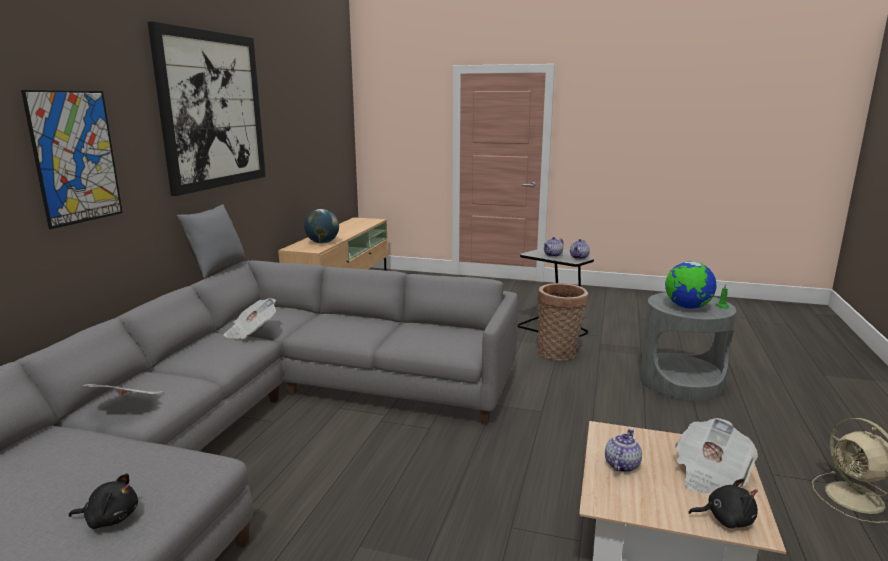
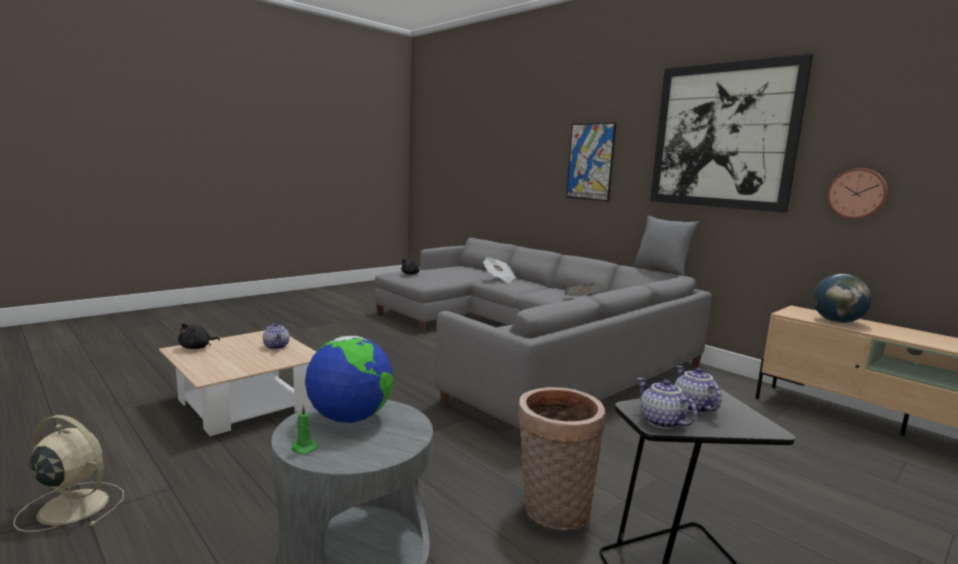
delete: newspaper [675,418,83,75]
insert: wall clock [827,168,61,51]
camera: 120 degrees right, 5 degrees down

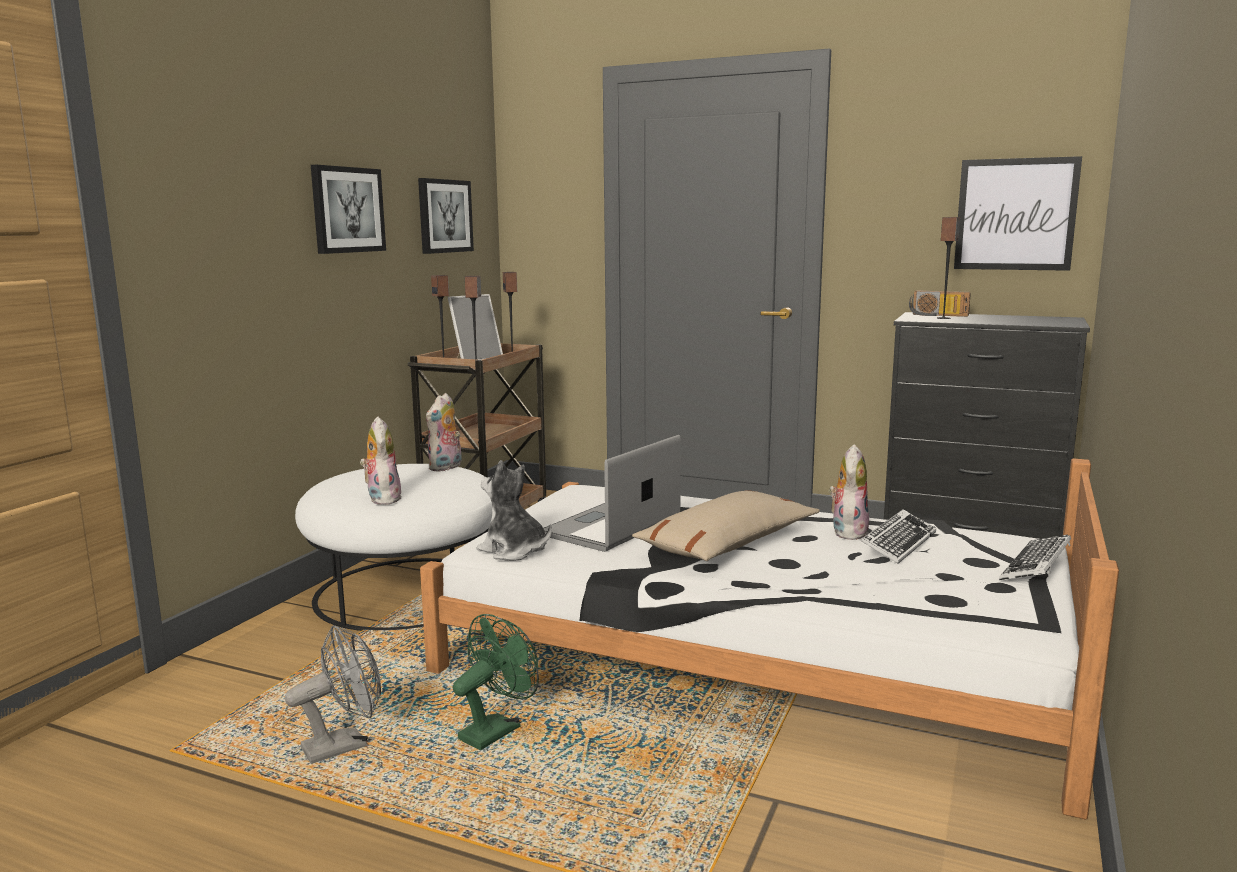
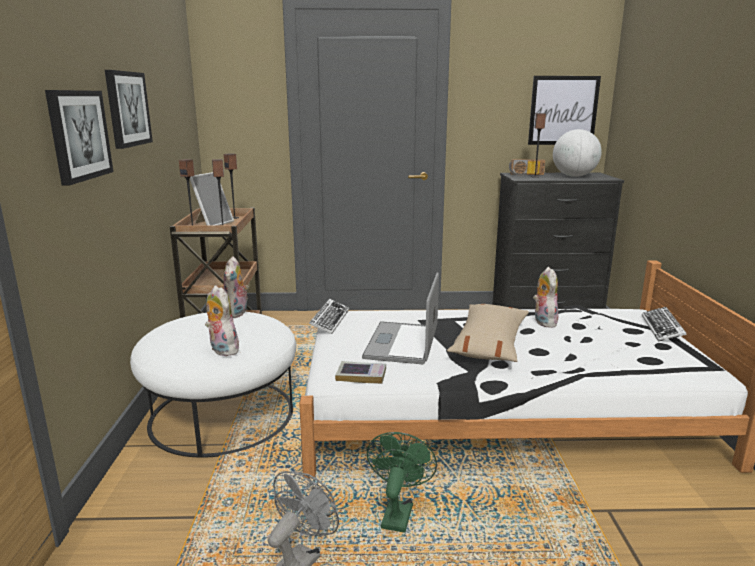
insert: globe [553,129,49,48]
move: picture [418,178,56,76] to [45,90,68,95]; keyboard [861,509,75,55] to [309,299,40,35]
replace: plush toy [477,460,75,101] to book [335,361,51,23]
camera: 25 degrees left, 5 degrees up

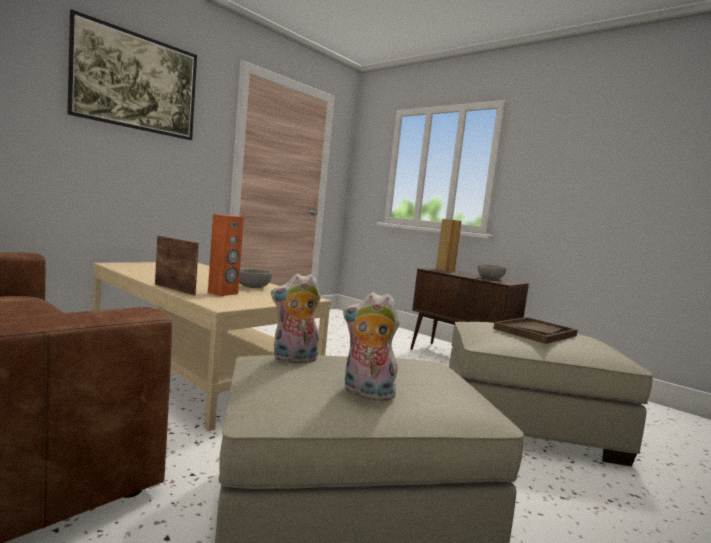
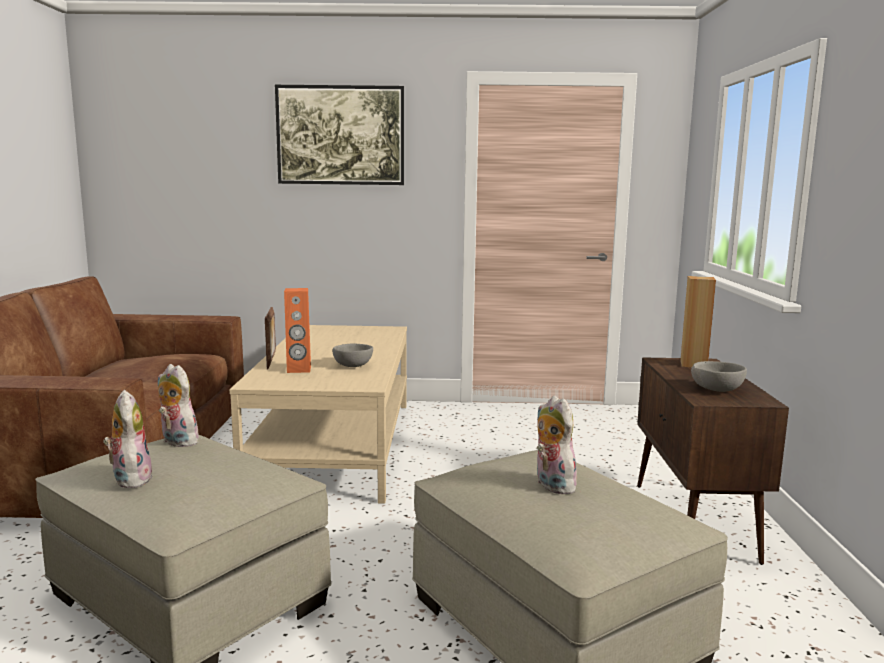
replace: tray (brown) [493,317,85,27] to plush toy [537,395,40,99]
camera: 50 degrees right, 5 degrees up

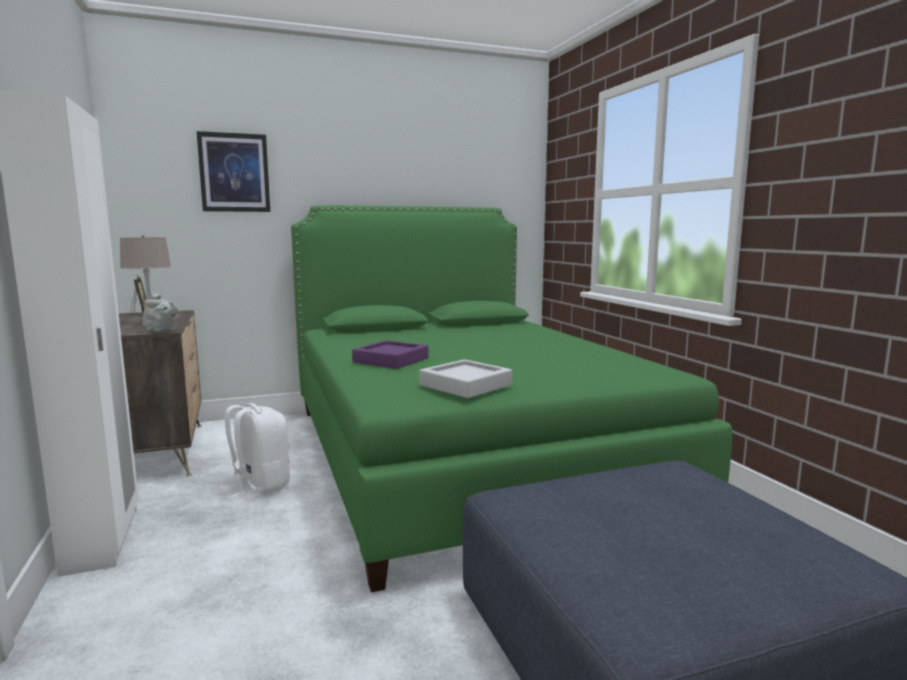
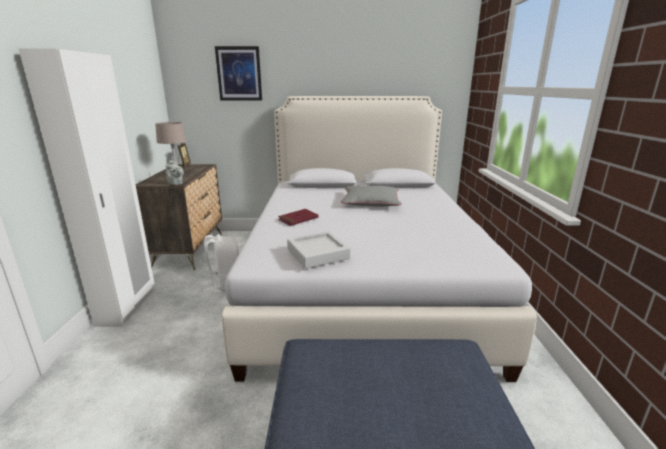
insert: pillow (grey) [341,185,61,21]
replace: tray (purple) [352,340,77,29] to book (red) [278,209,41,17]
recolor: bed (green) [291,206,441,386] to bed (white) [222,96,315,286]
camera: 20 degrees right, 10 degrees up

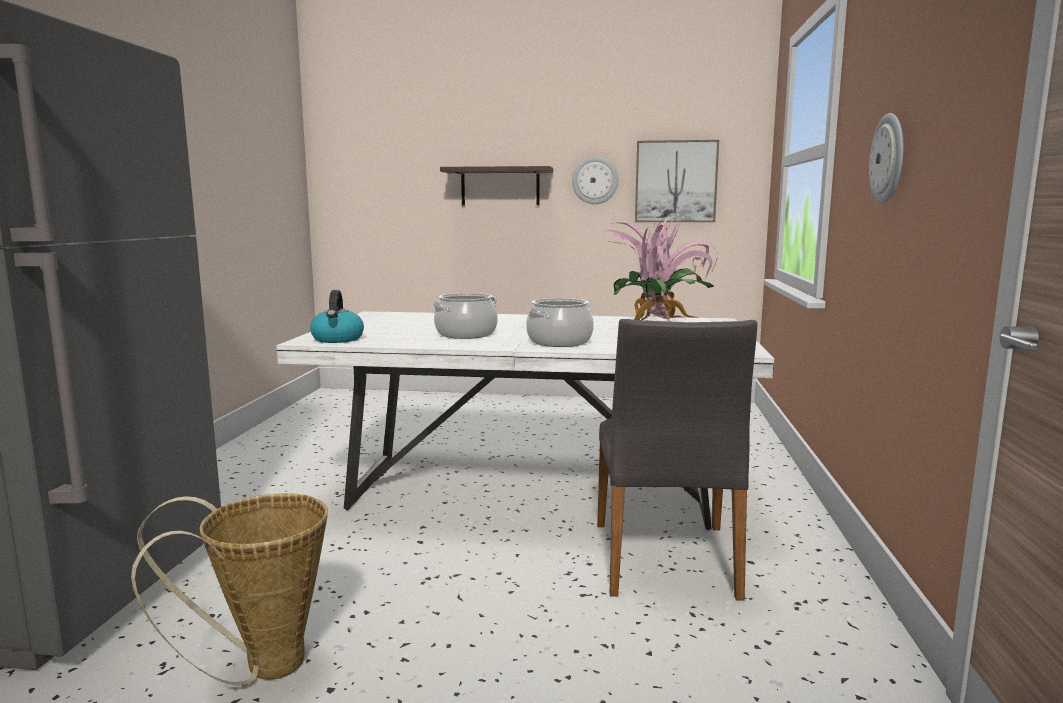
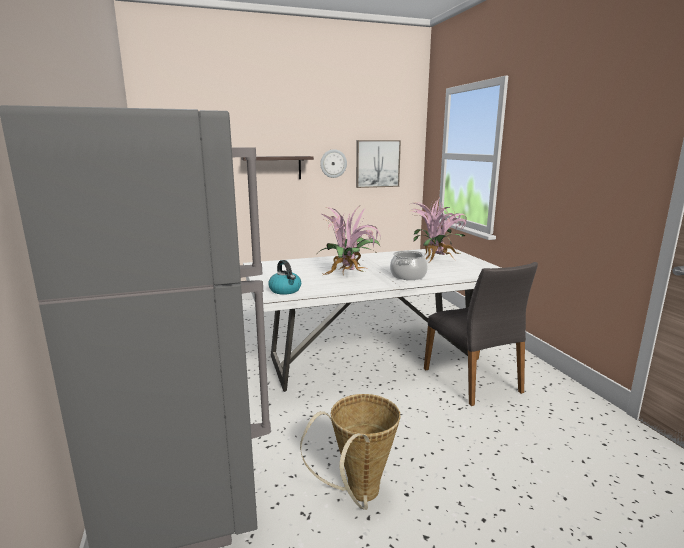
delete: wall clock [869,113,34,91]
replace: cooking pot [432,293,66,46] to potted plant [319,205,61,71]
camera: 25 degrees left, 5 degrees up

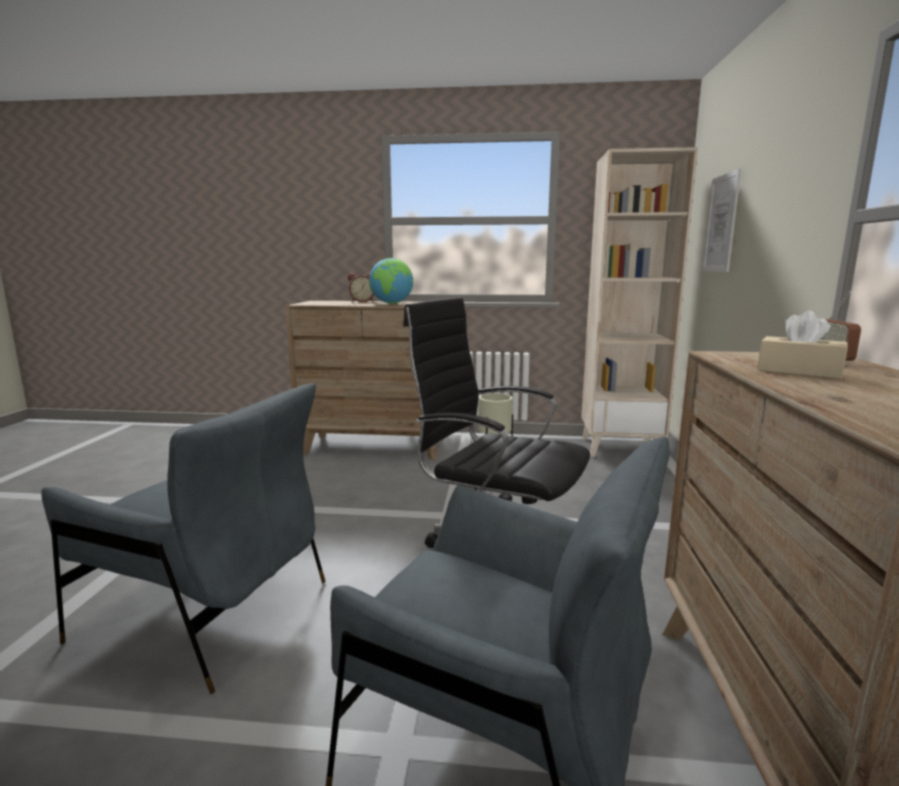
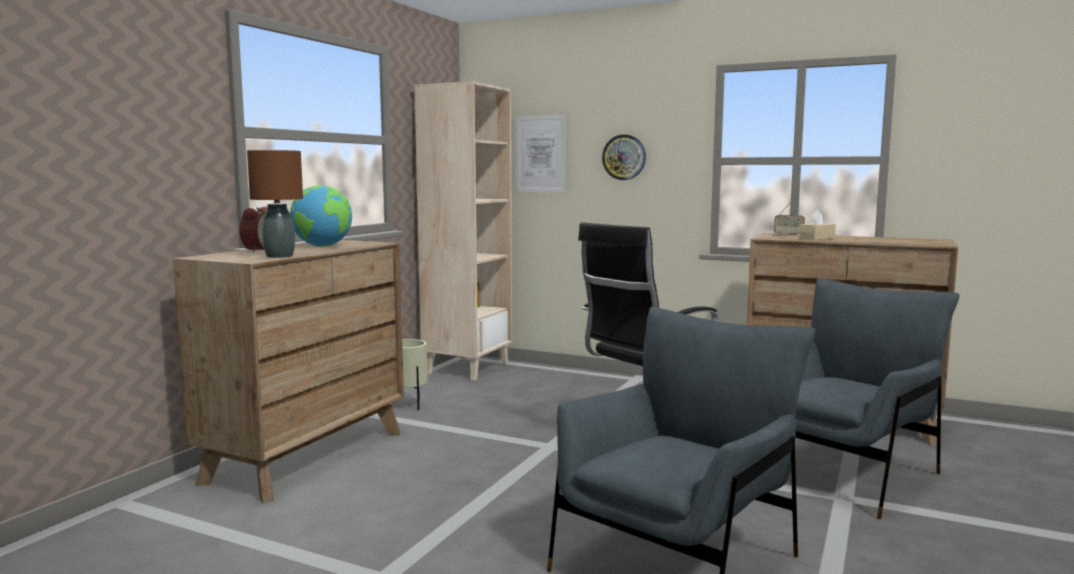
insert: table lamp (brown) [247,150,56,108]; wall clock [602,134,44,46]
camera: 70 degrees left, 5 degrees down

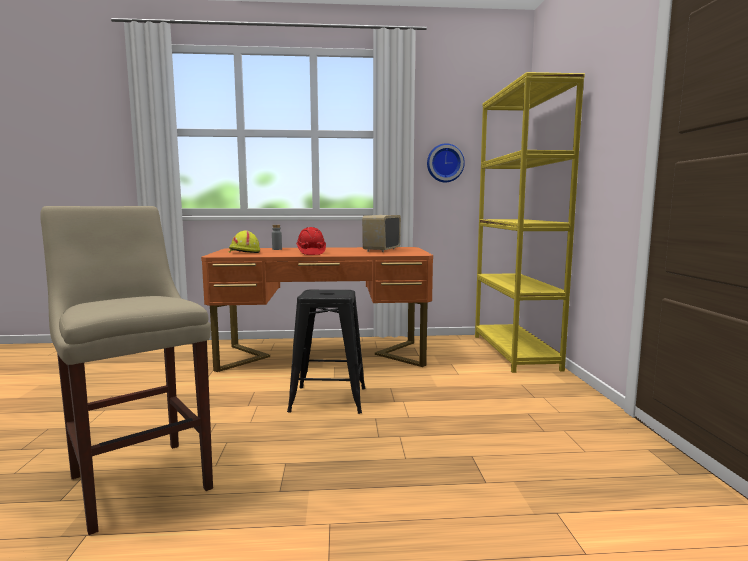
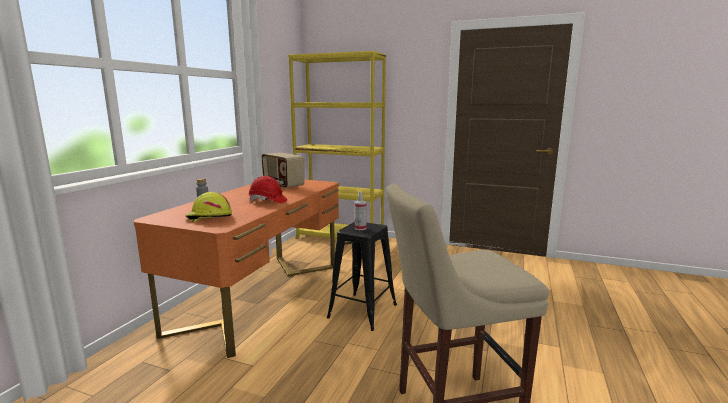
delete: wall clock [427,143,38,39]
insert: spray bottle [355,192,12,38]
camera: 65 degrees left, 5 degrees up

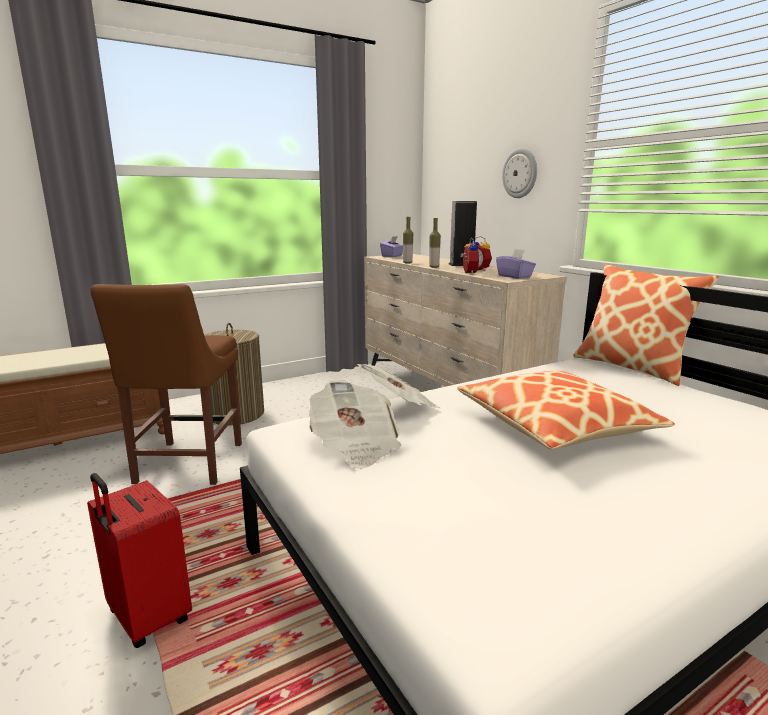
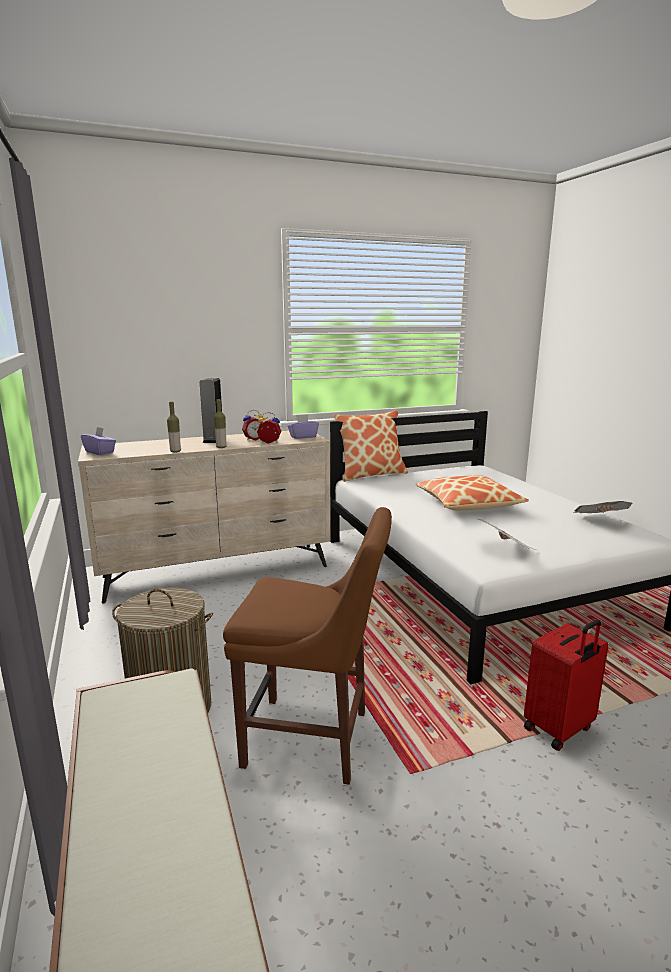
delete: wall clock [502,148,35,50]
move: newspaper [357,364,84,44] to [574,501,59,12]
camera: 80 degrees left, 0 degrees up

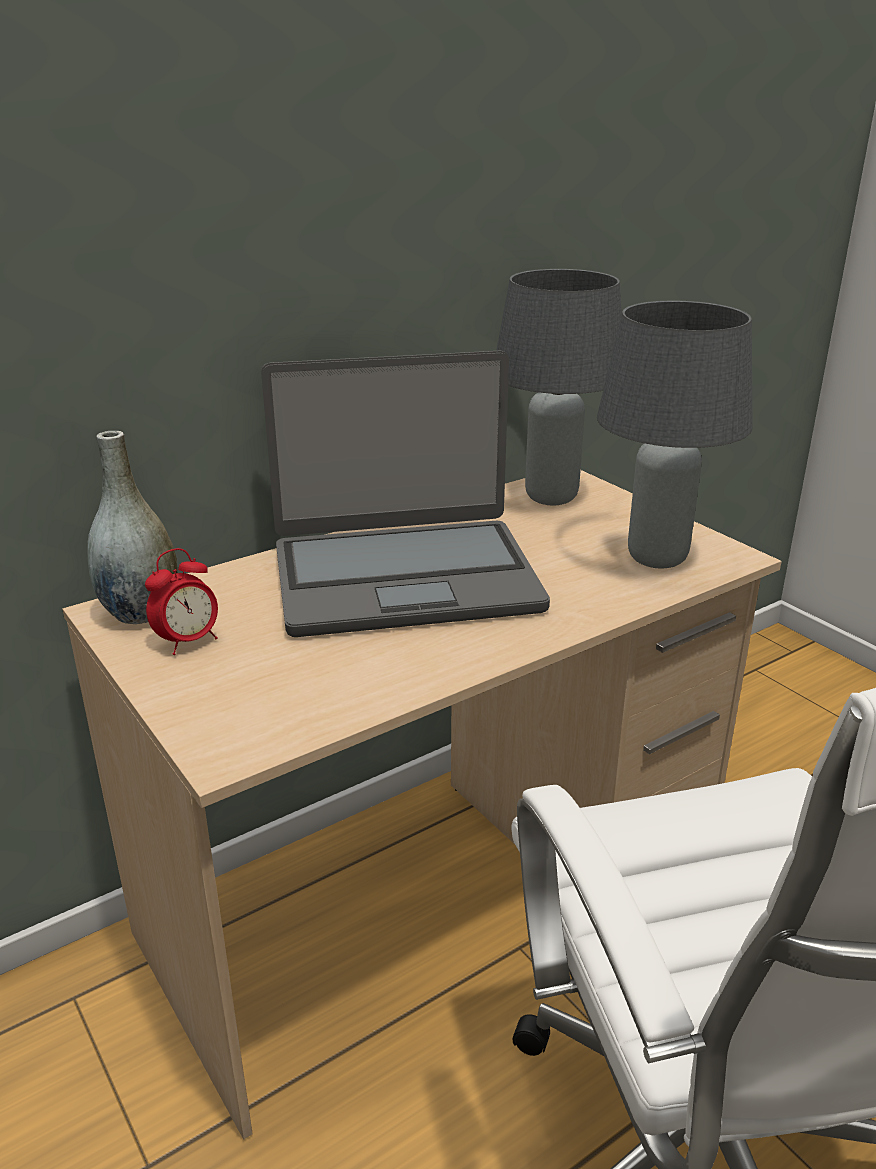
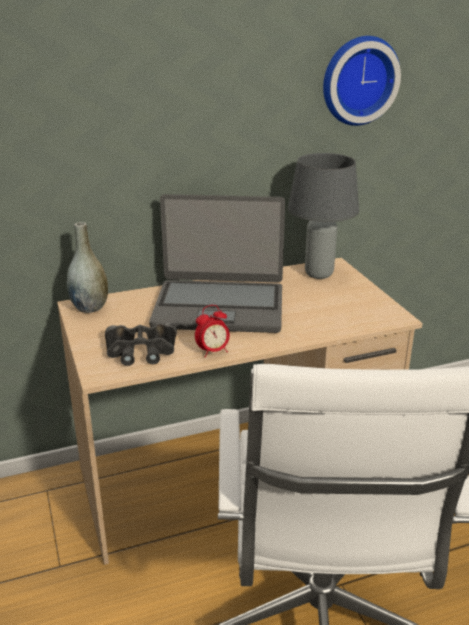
delete: table lamp (grey) [597,301,156,268]
insert: binoculars (black) [105,323,72,43]; wall clock [323,36,78,90]
move: alarm clock [145,548,73,107] to [195,305,35,53]
camera: 15 degrees right, 0 degrees up

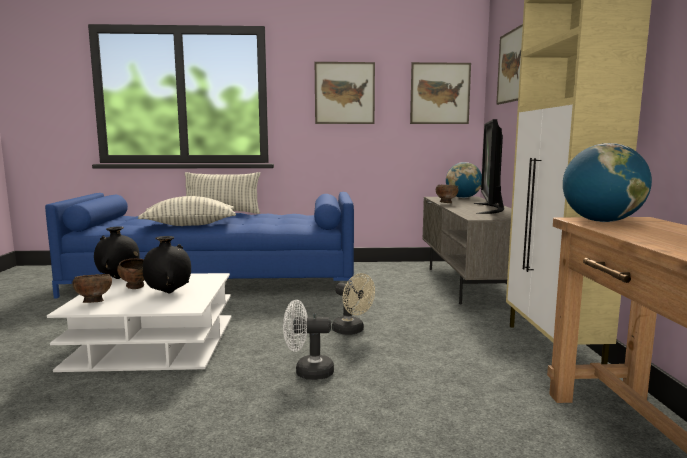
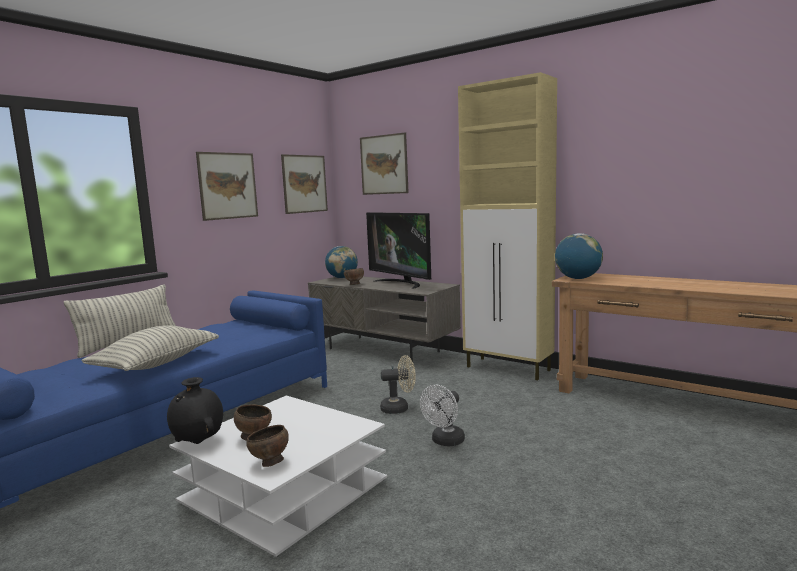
delete: vase (black) [142,236,49,58]
camera: 50 degrees left, 0 degrees up

